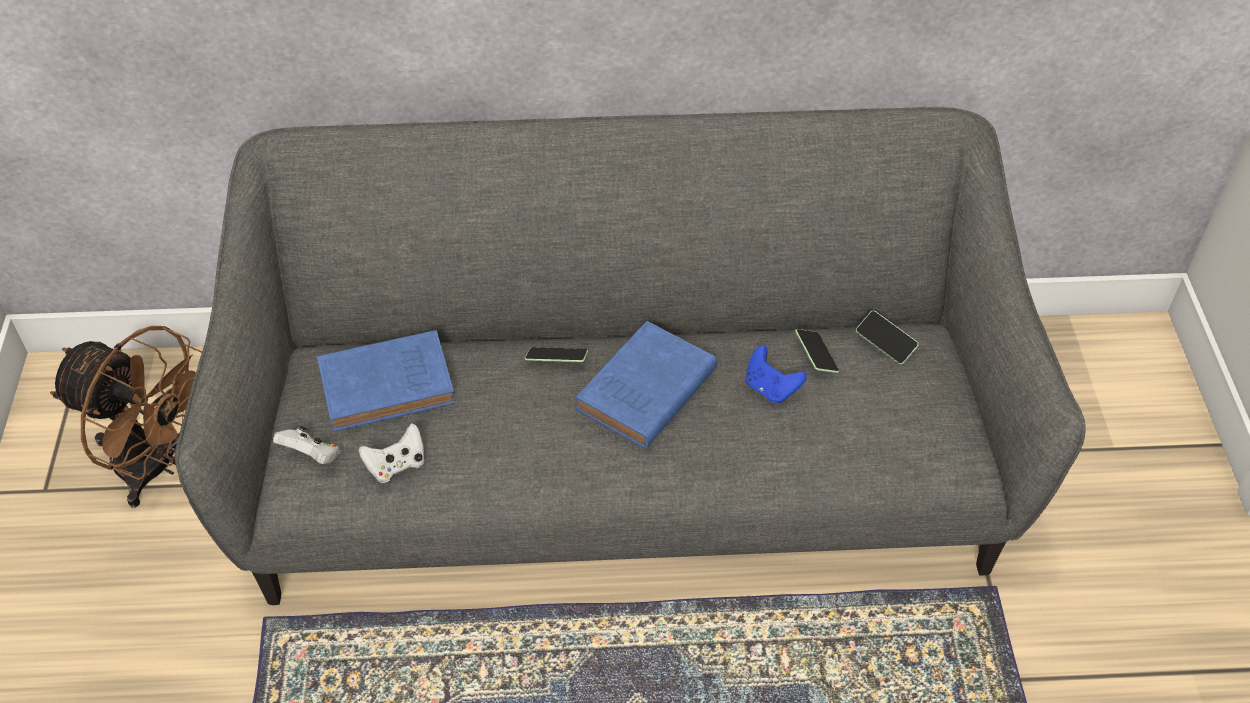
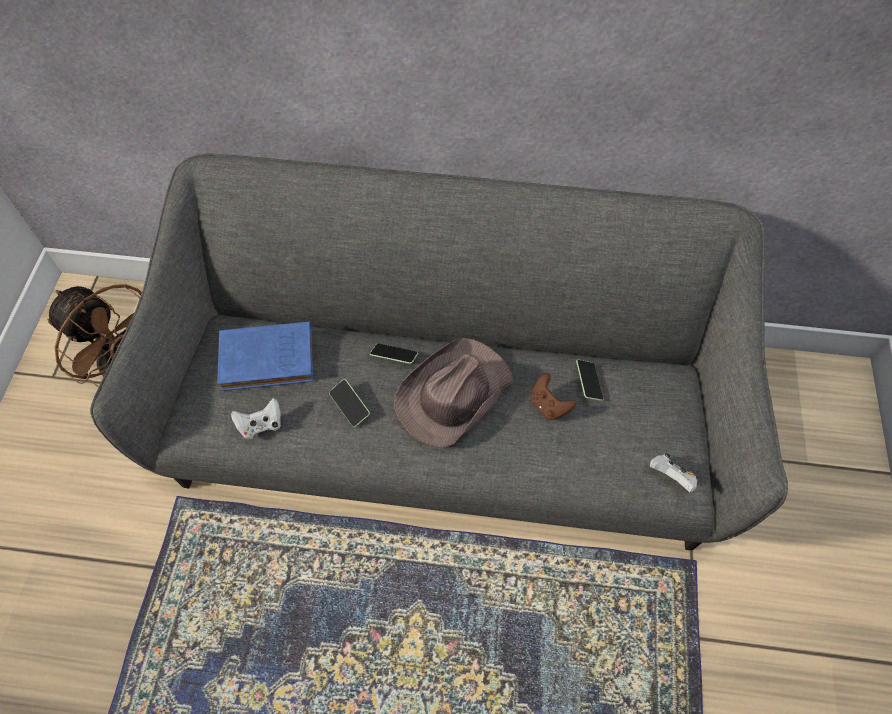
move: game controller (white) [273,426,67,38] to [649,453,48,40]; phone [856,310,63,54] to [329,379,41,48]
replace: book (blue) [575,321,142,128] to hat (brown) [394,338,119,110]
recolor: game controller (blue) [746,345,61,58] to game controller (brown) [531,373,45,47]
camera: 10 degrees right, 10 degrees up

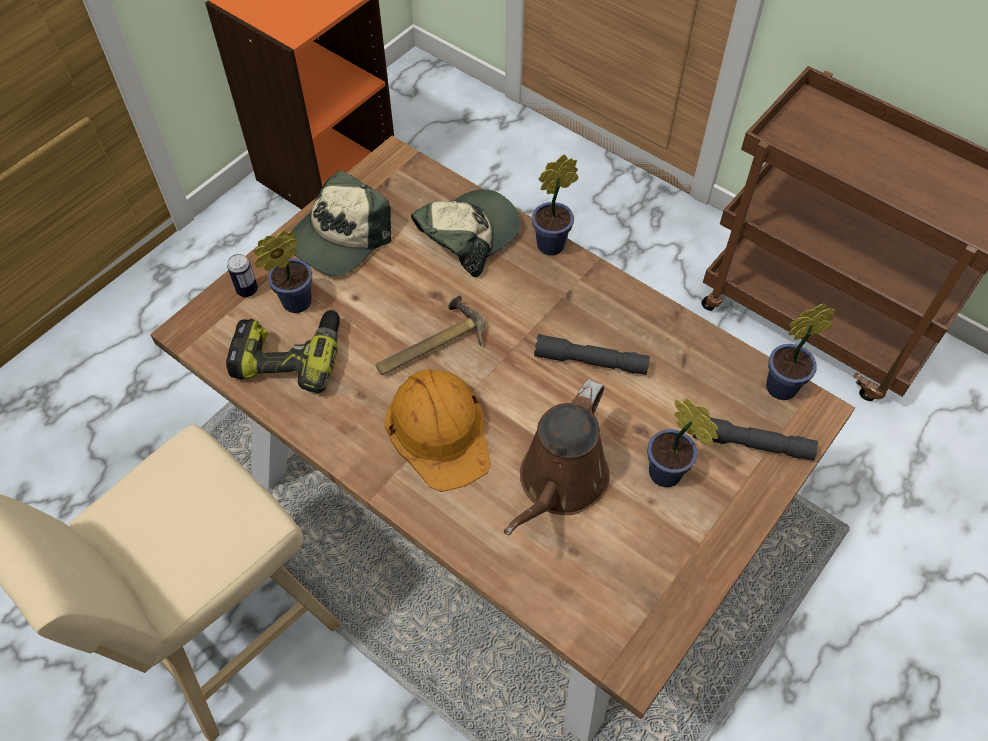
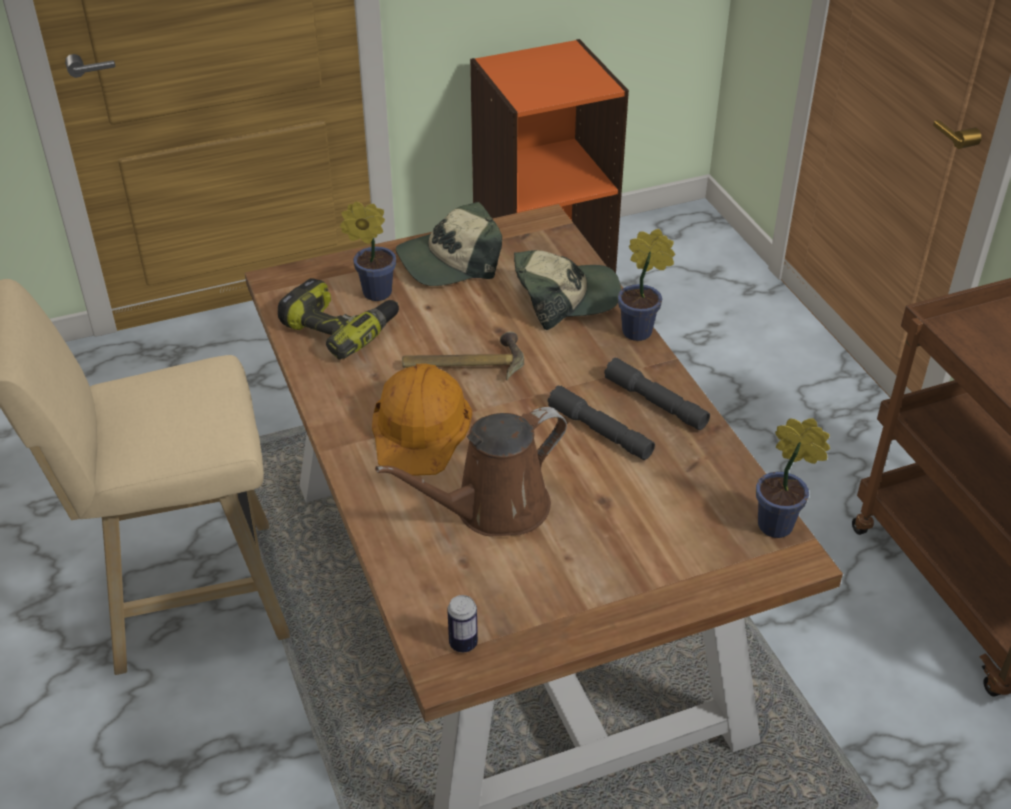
delete: potted plant [647,398,71,89]
move: can [227,254,31,43] to [447,595,31,57]; flashlight (grey) [692,417,126,44] to [604,358,106,72]
camera: 30 degrees right, 15 degrees down

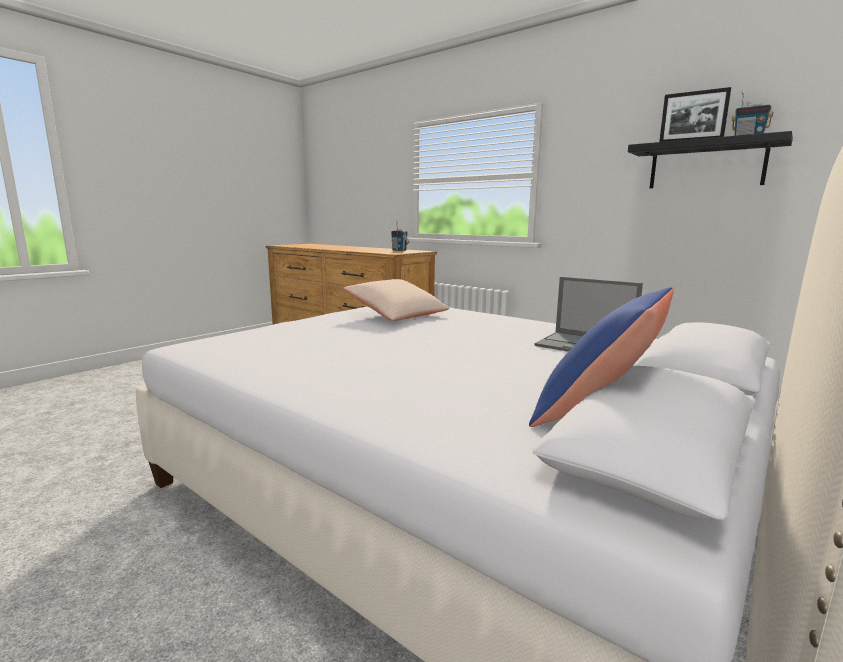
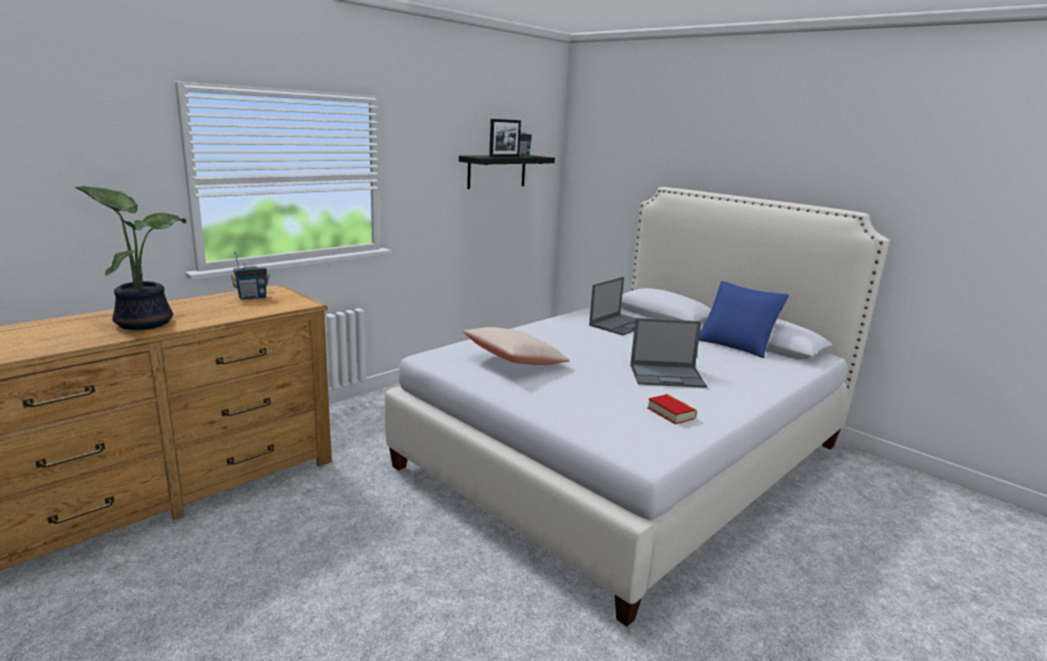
insert: potted plant [75,186,111,144]; laptop [630,318,77,70]; book [647,394,50,30]
camera: 85 degrees left, 5 degrees up

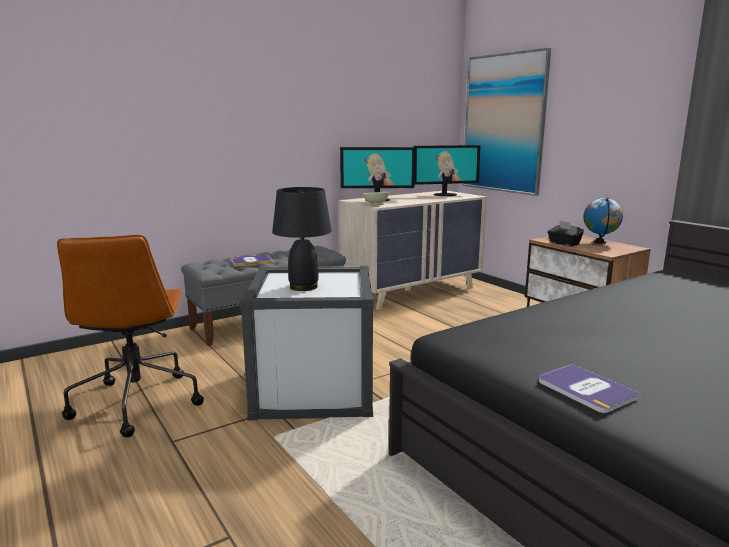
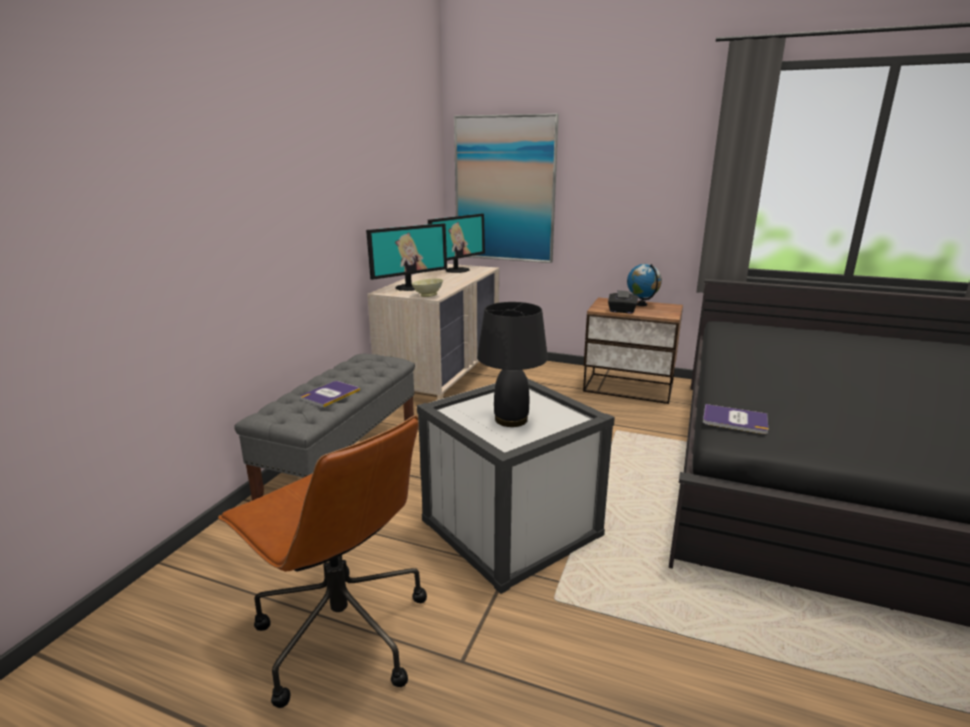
move: book [539,364,102,49] to [703,404,65,30]
camera: 35 degrees left, 5 degrees up

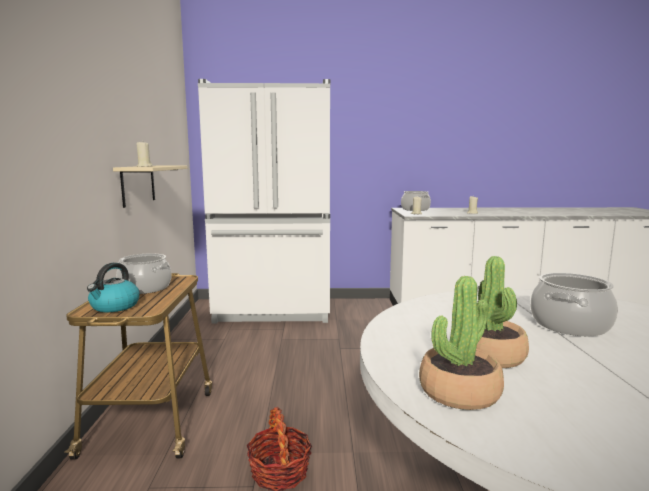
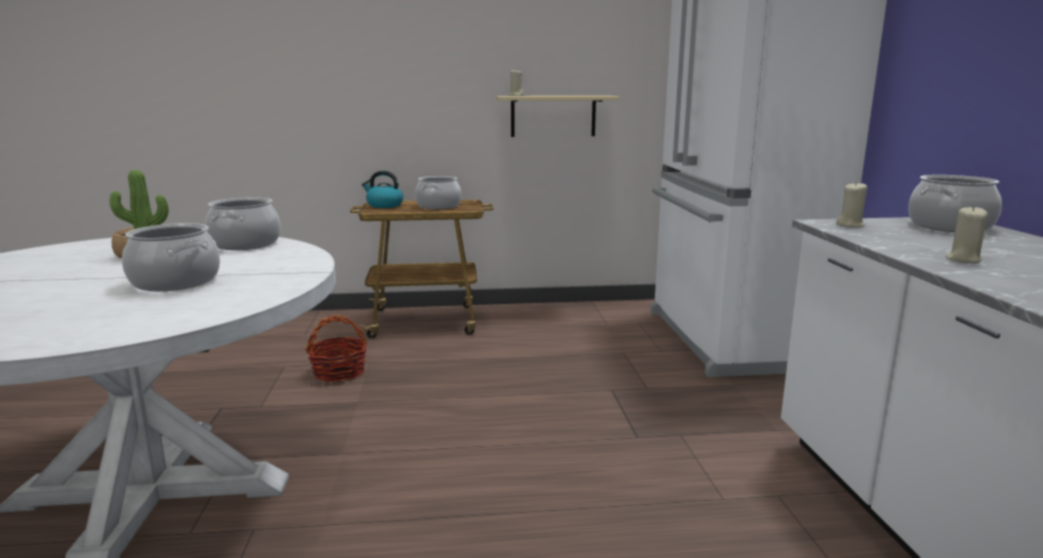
delete: potted plant [419,276,85,134]
insert: cooking pot [205,197,76,53]
camera: 85 degrees right, 5 degrees up

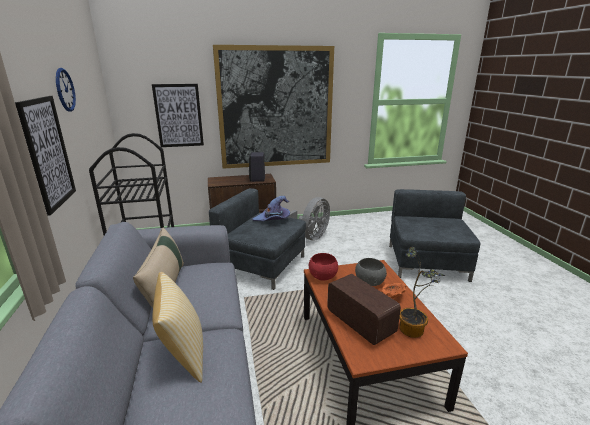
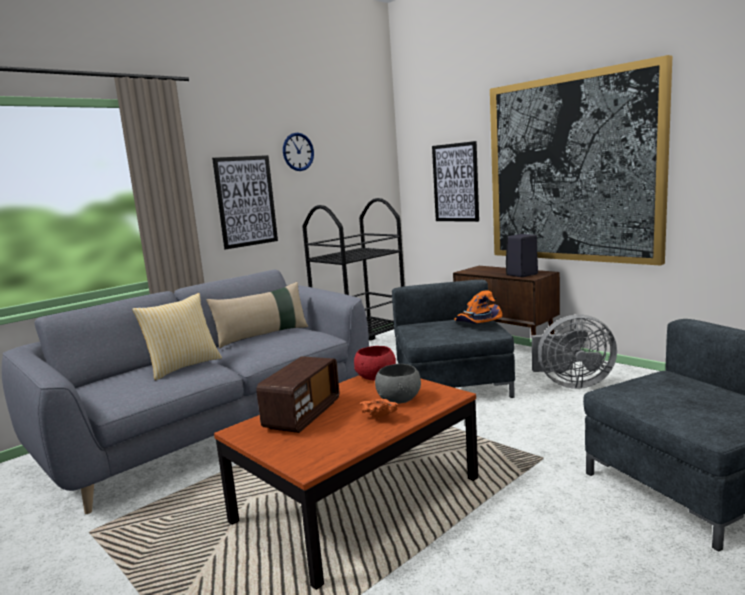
delete: potted plant [399,247,46,91]
recolor: hat (purple) [252,196,38,25] to hat (orange) [454,290,48,34]
camera: 60 degrees right, 10 degrees down

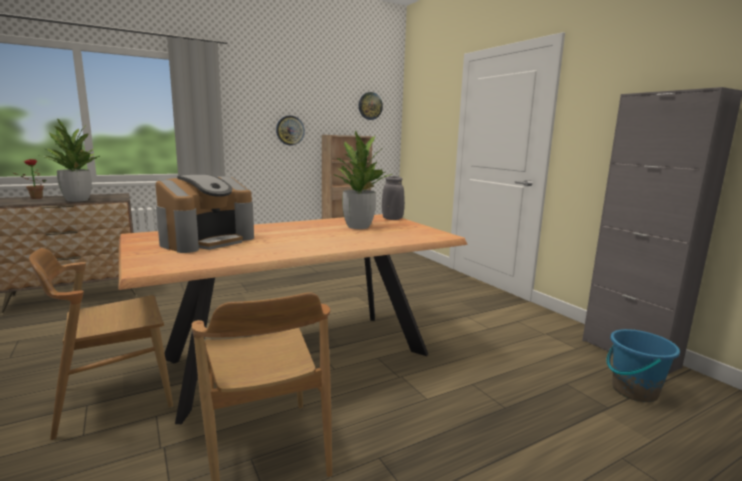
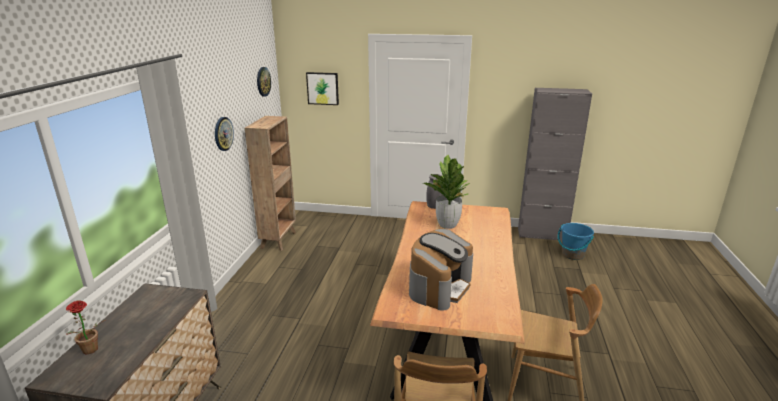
delete: potted plant [39,119,62,83]
insert: picture [306,72,33,33]
rotate: coffee machine [155,174,99,79] = [409,229,64,82] 45 degrees clockwise
camera: 50 degrees left, 10 degrees up

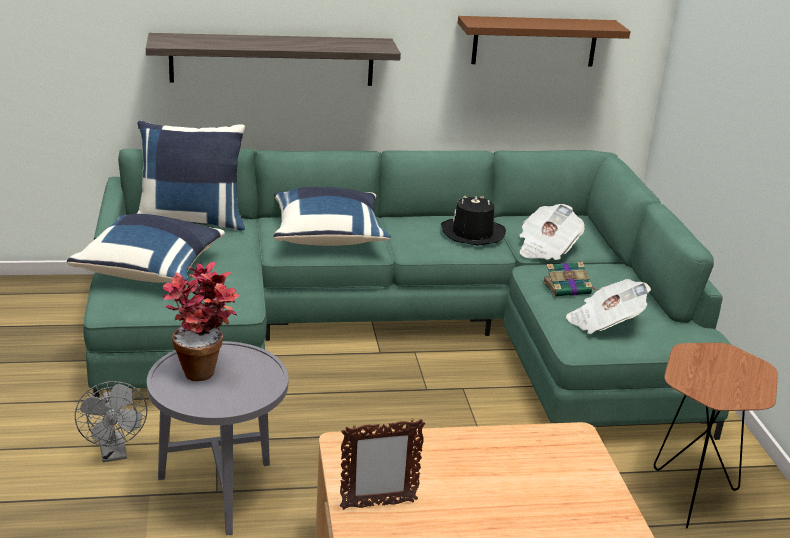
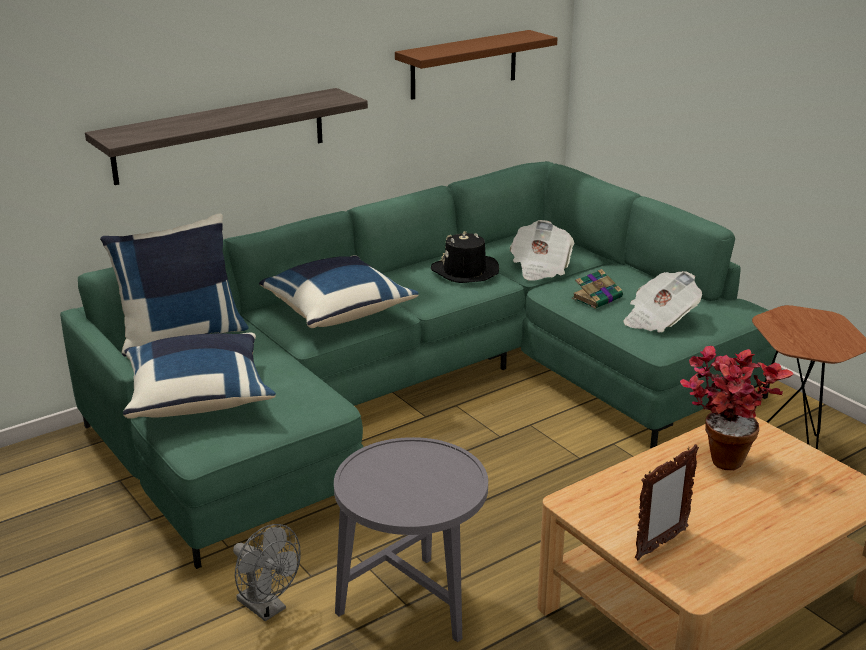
move: potted plant [163,262,76,119] to [680,346,114,124]
camera: 25 degrees left, 0 degrees up

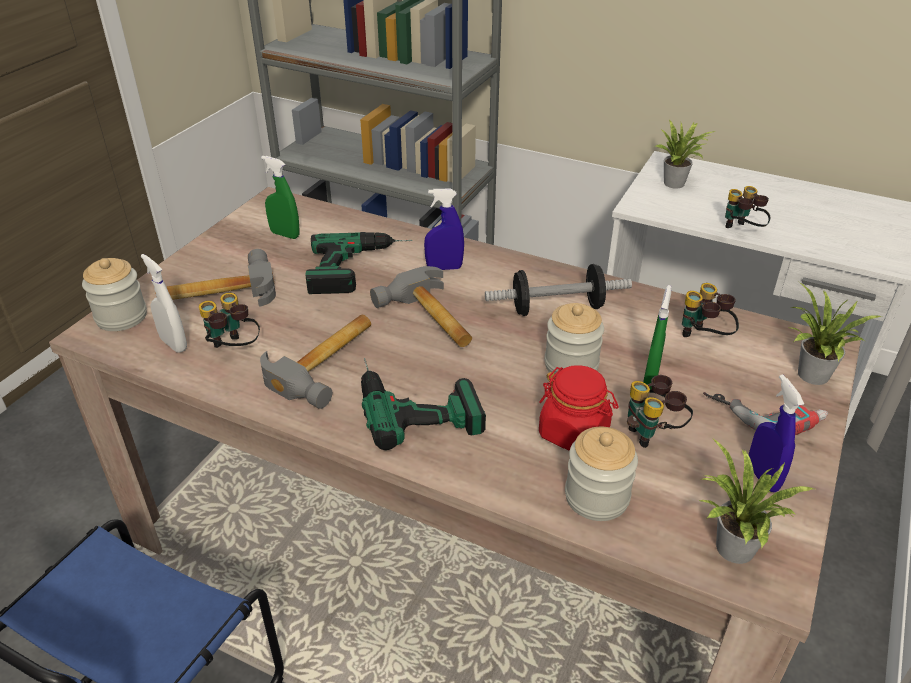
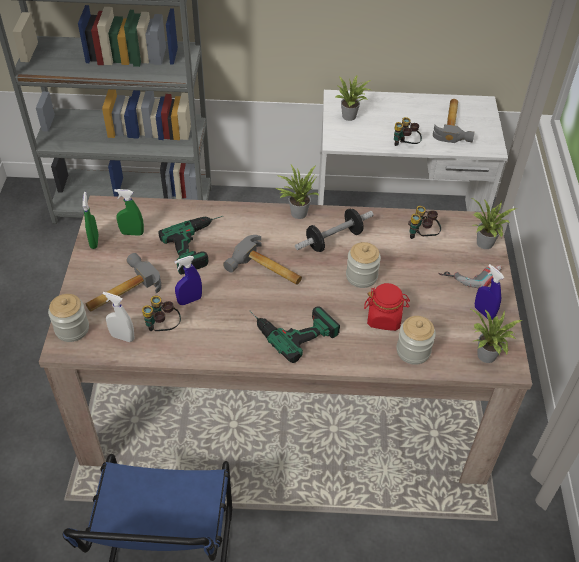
delete: binoculars [627,375,66,73]
insert: potted plant [276,165,43,54]
move: hammer [260,315,111,94] to [433,99,41,44]; spray bottle (blue) [424,189,40,81] to [174,256,28,49]; spray bottle (green) [643,285,28,104] to [82,192,16,57]
camera: 25 degrees left, 10 degrees up

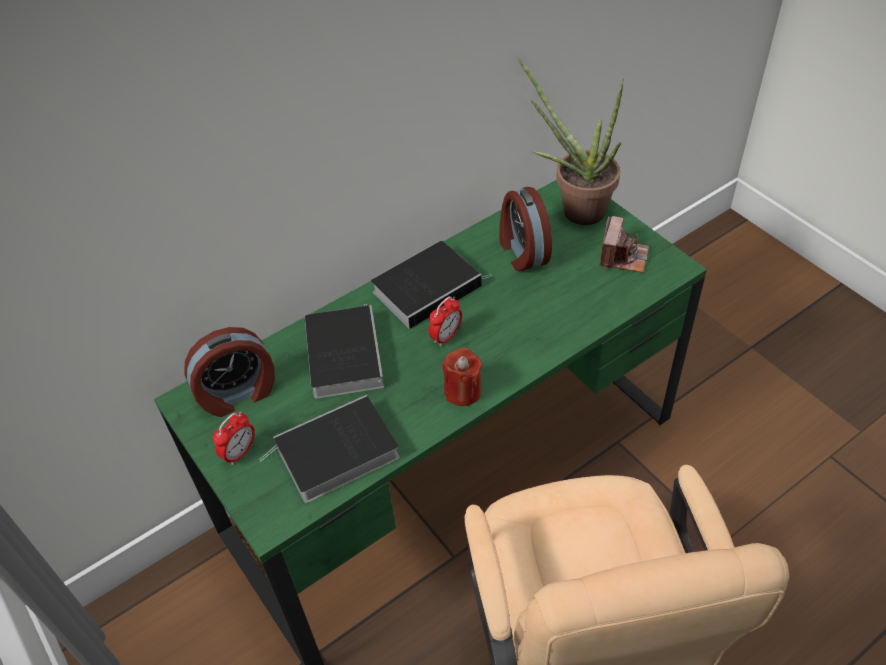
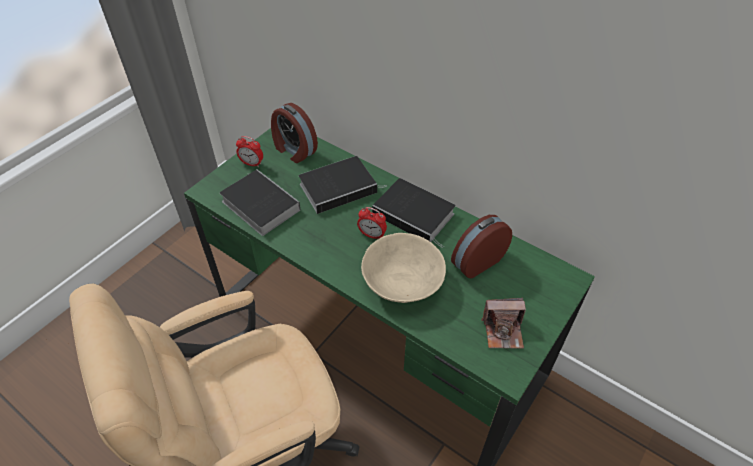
delete: candle (red) [442,348,40,58]; potted plant [518,58,106,167]
insert: bowl (beige) [361,233,85,70]
camera: 70 degrees right, 0 degrees up

